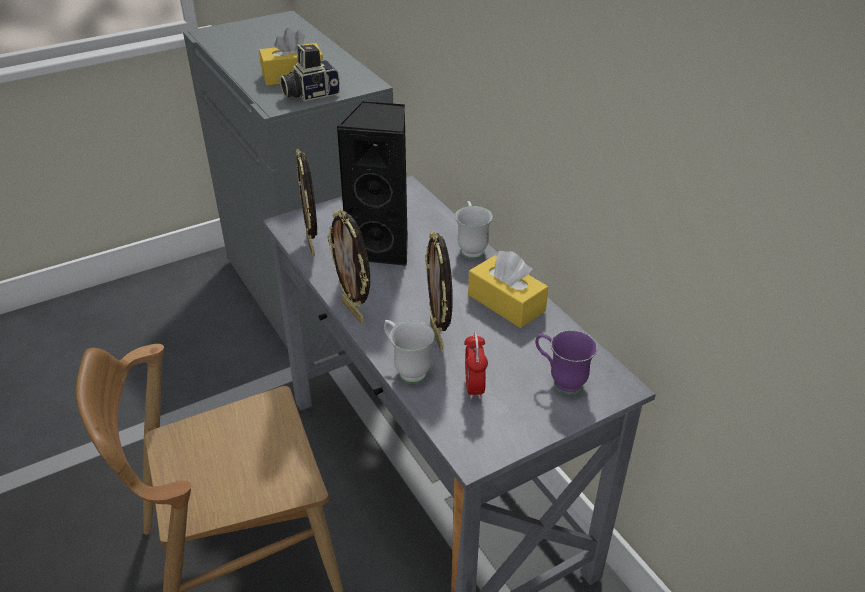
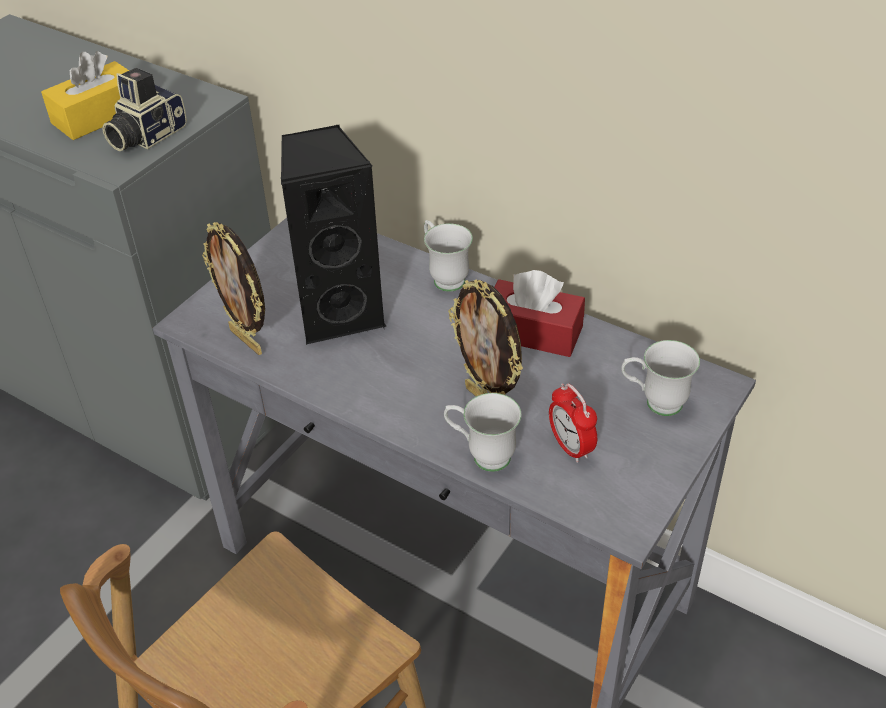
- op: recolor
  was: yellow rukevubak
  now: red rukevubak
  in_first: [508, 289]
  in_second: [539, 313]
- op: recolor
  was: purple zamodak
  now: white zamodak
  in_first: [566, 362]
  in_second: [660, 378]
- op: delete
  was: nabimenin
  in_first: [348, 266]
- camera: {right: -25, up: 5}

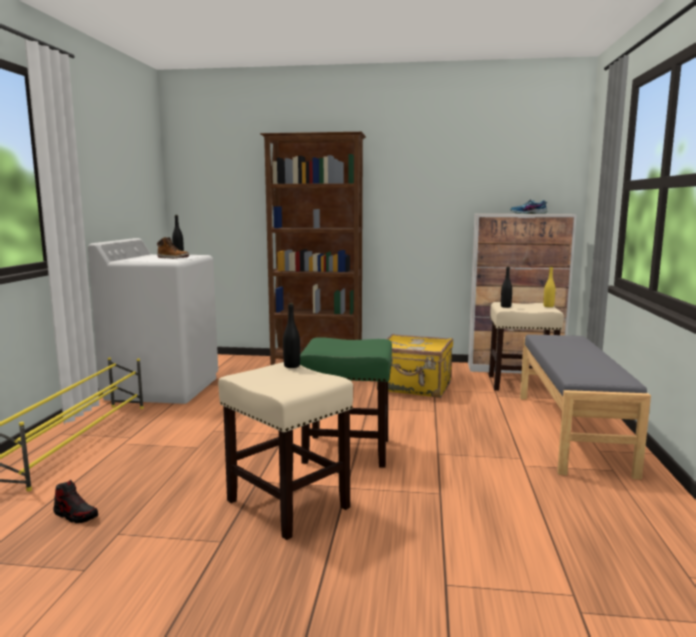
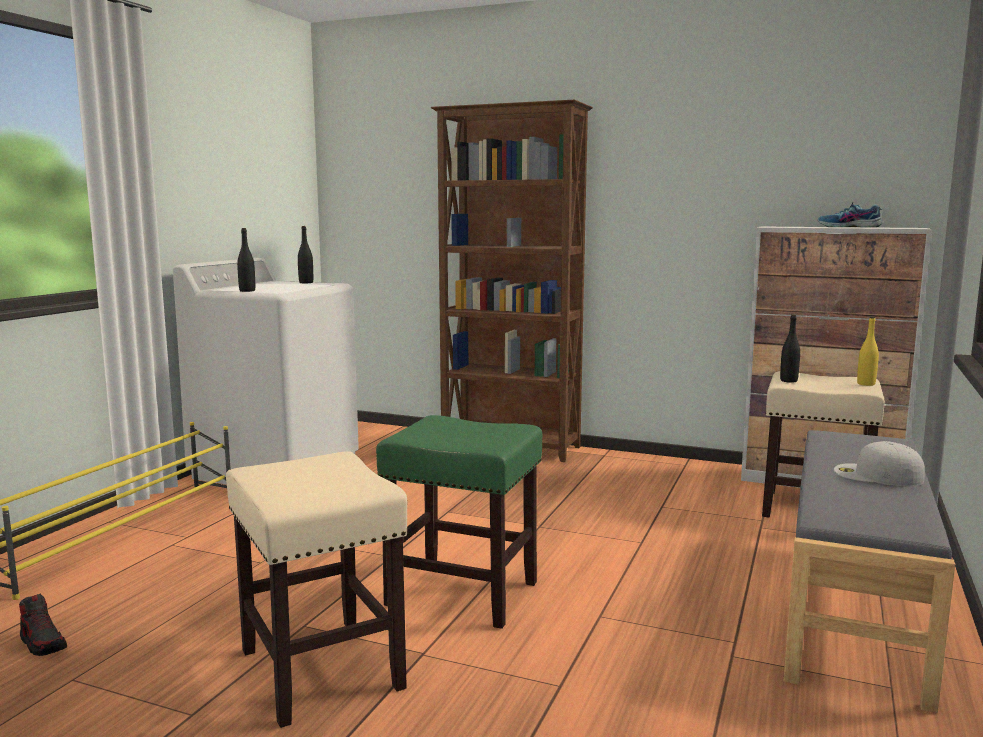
- op: move
  was: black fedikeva
  in_first: [291, 335]
  in_second: [246, 260]
- op: insert
  now: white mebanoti
  in_second: [879, 463]
- op: delete
  was: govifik
  in_first: [173, 248]
- op: delete
  was: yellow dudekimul
  in_first: [415, 366]
- camera: {right: 15, up: 0}

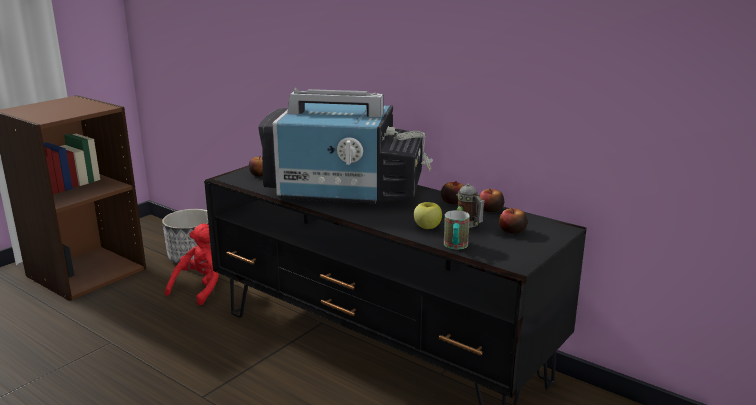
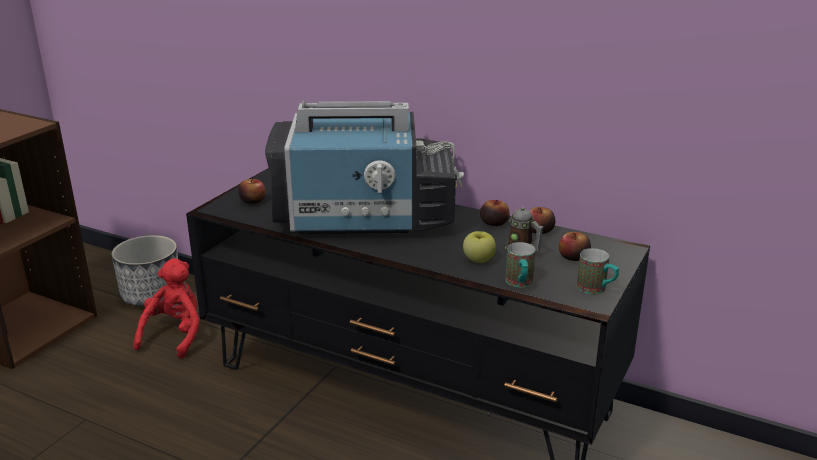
- op: insert
  now: zamodak
  in_second: [598, 271]
- camera: {right: -10, up: 5}

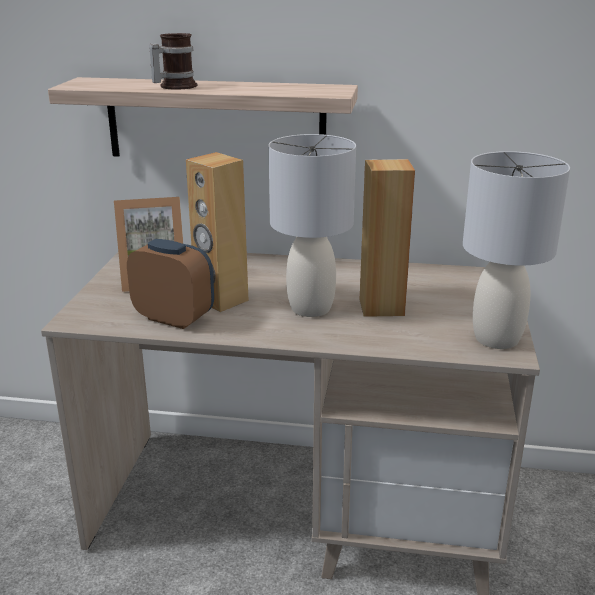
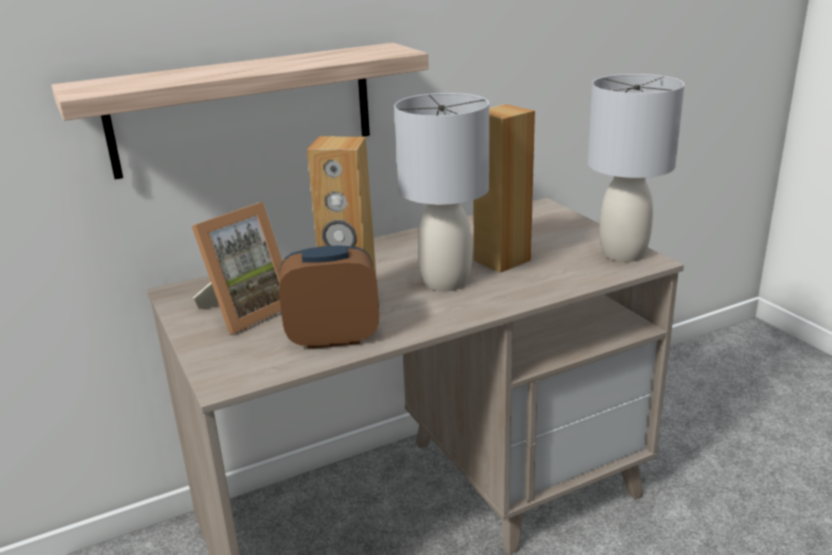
- op: delete
  was: zamodak
  in_first: [173, 61]
- camera: {right: -35, up: 0}

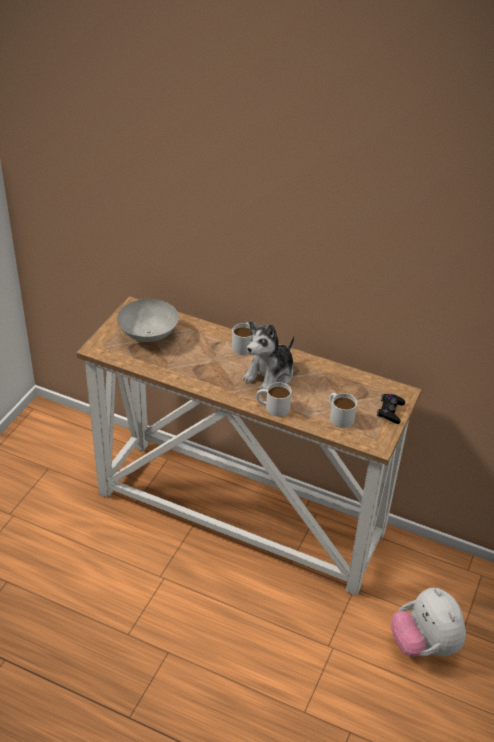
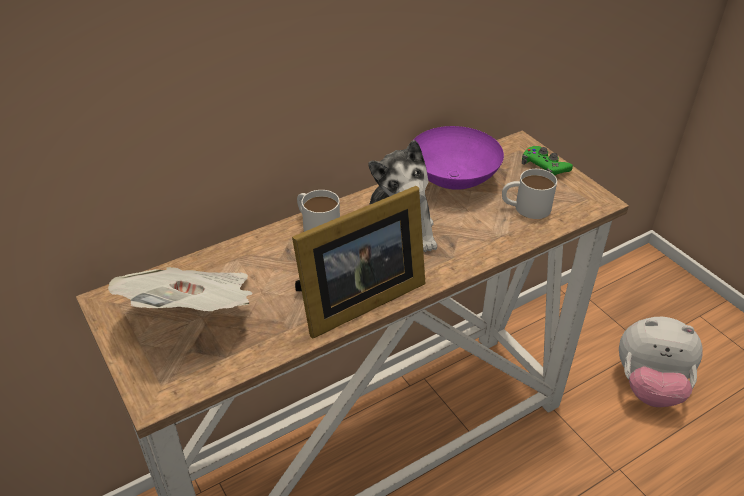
- op: replace
  was: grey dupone
  now: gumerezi
  in_first: [148, 320]
  in_second: [180, 289]
- op: insert
  now: nabimenin
  in_second: [358, 262]
- op: insert
  now: purple dupone
  in_second: [459, 158]
- op: recolor
  was: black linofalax
  now: green linofalax
  in_first: [391, 409]
  in_second: [547, 160]
- op: delete
  was: white zamodak
  in_first: [274, 399]
- camera: {right: -55, up: 0}

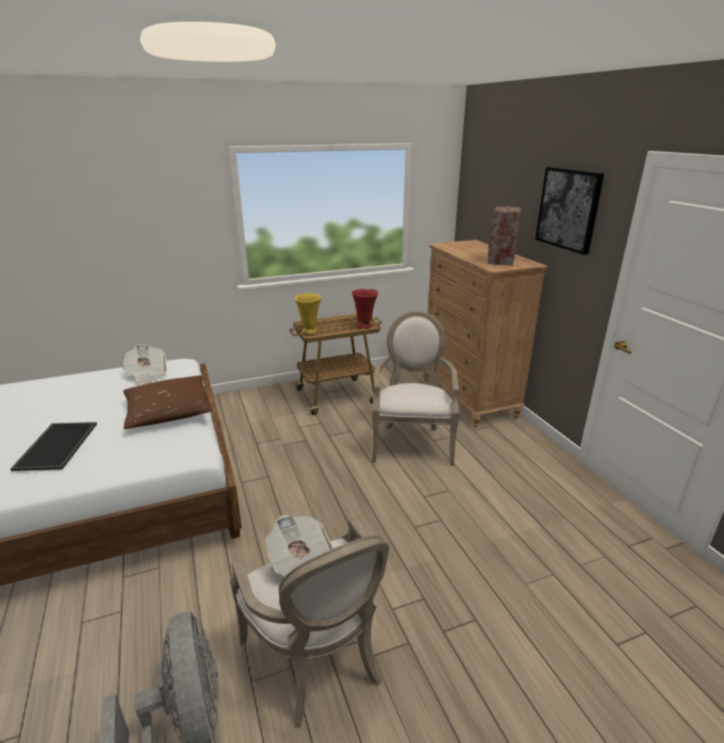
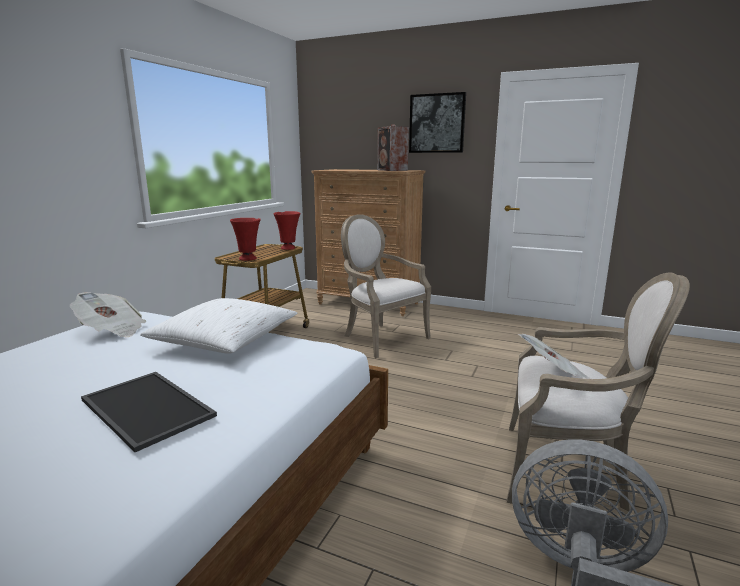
- op: recolor
  was: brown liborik
  now: white liborik
  in_first: [168, 402]
  in_second: [218, 326]
- op: recolor
  was: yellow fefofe
  now: red fefofe
  in_first: [308, 313]
  in_second: [245, 239]
- camera: {right: -45, up: -10}

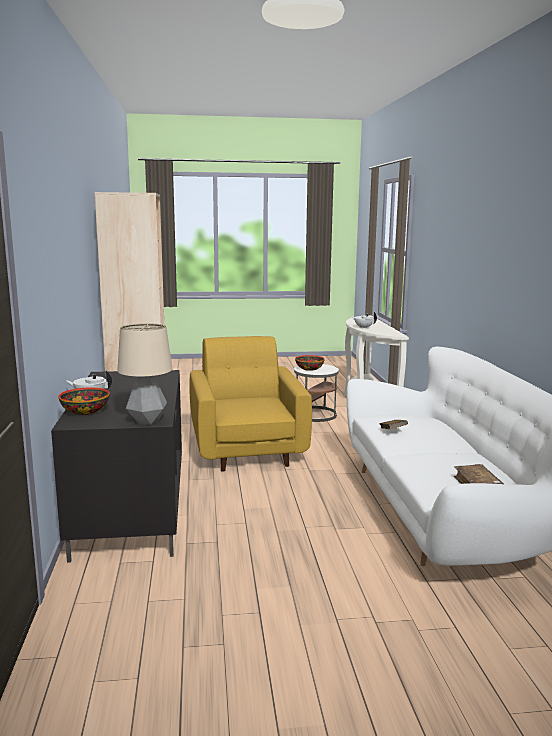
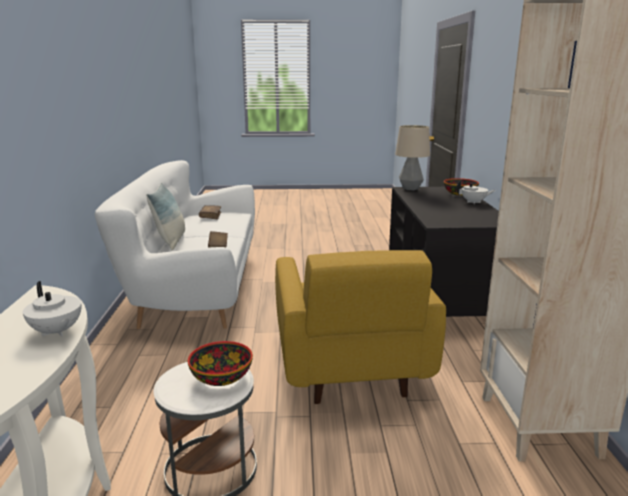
- op: insert
  now: liborik
  in_second: [165, 216]
- camera: {right: -175, up: 5}

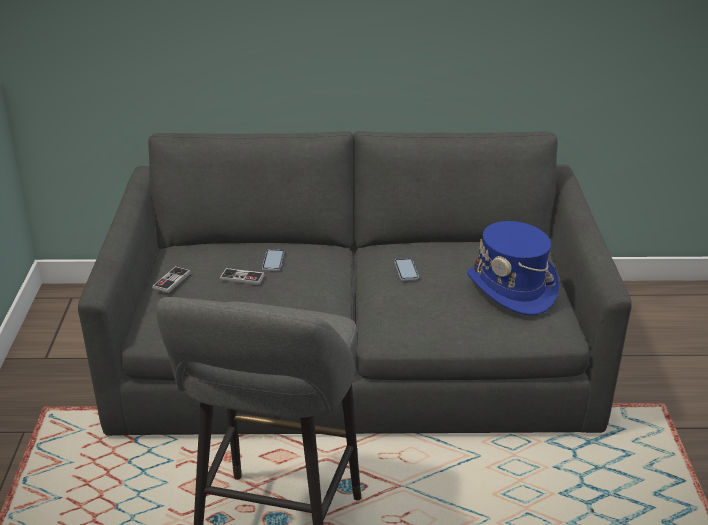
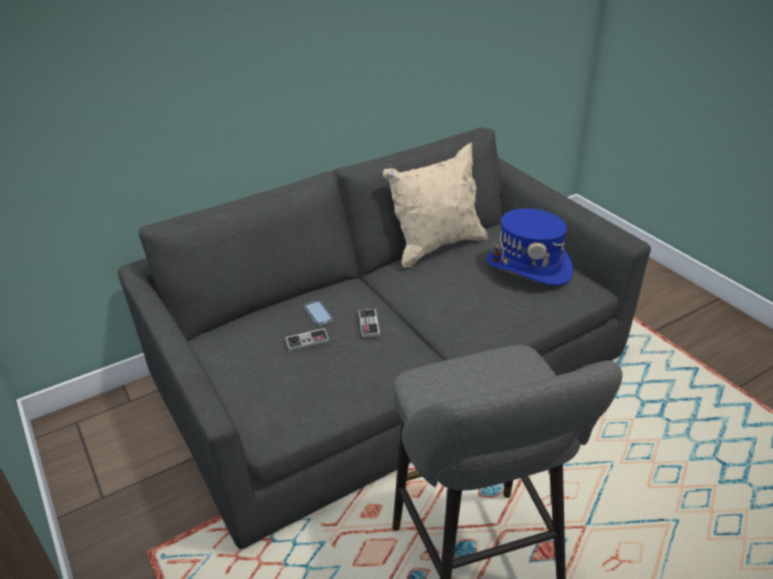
- op: move
  was: linofalax
  in_first: [171, 279]
  in_second: [369, 323]
- op: insert
  now: beige liborik
  in_second: [435, 205]
- op: delete
  was: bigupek
  in_first: [406, 269]
- camera: {right: -30, up: 5}

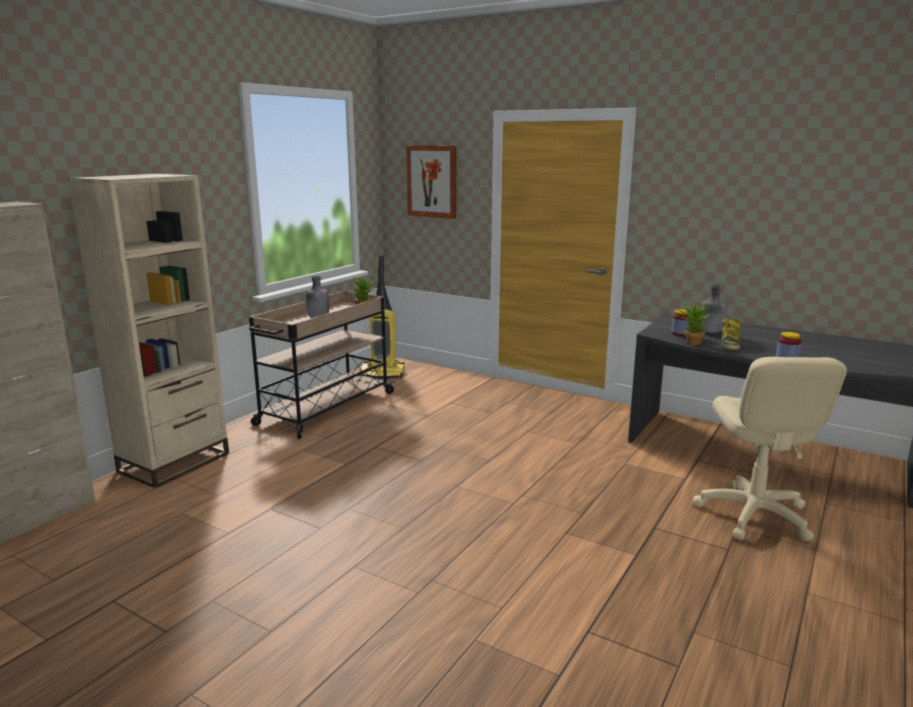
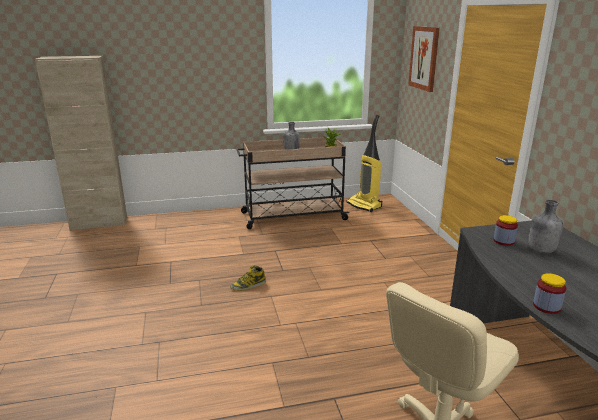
- op: move
  was: govifik
  in_first: [731, 334]
  in_second: [248, 278]
- op: delete
  was: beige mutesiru
  in_first: [148, 331]
- op: delete
  was: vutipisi
  in_first: [694, 322]
- camera: {right: 45, up: 5}

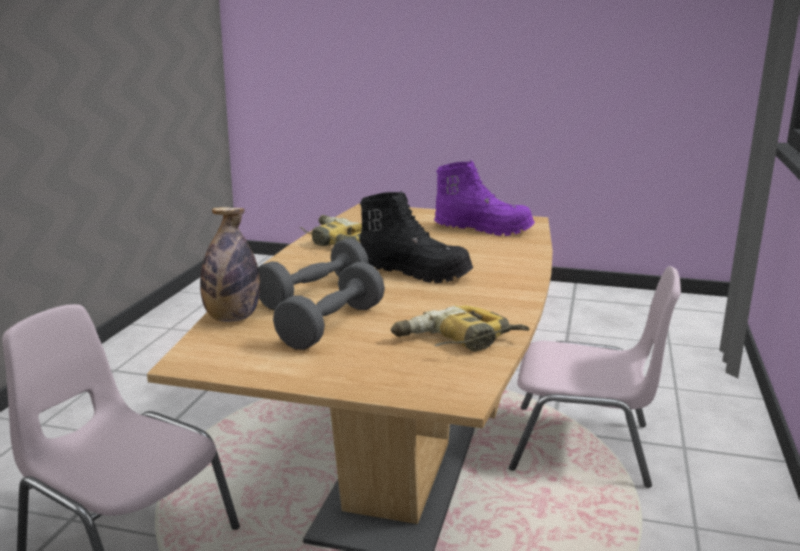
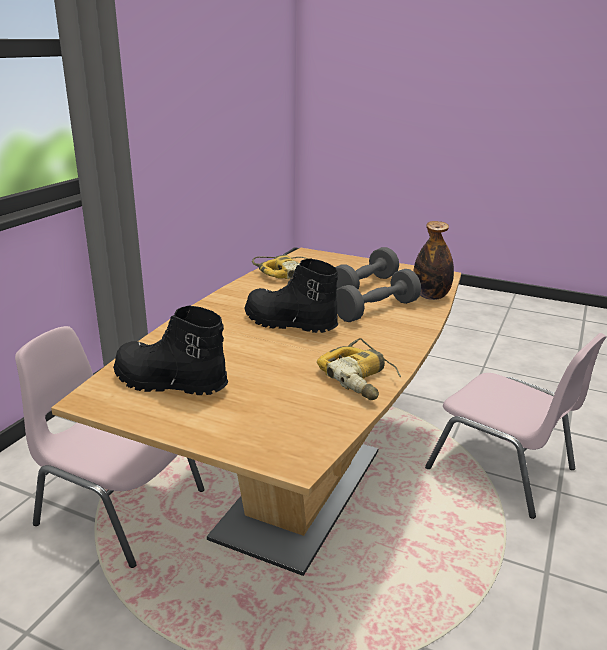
- op: recolor
  was: purple govifik
  now: black govifik
  in_first: [484, 198]
  in_second: [170, 350]
- camera: {right: -170, up: 5}

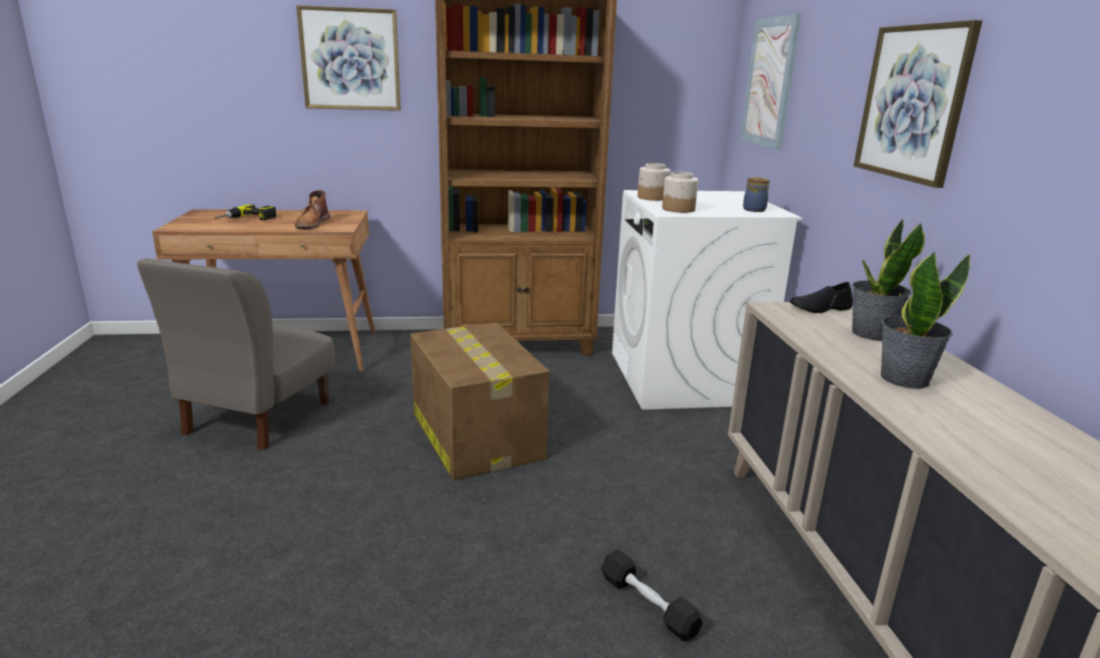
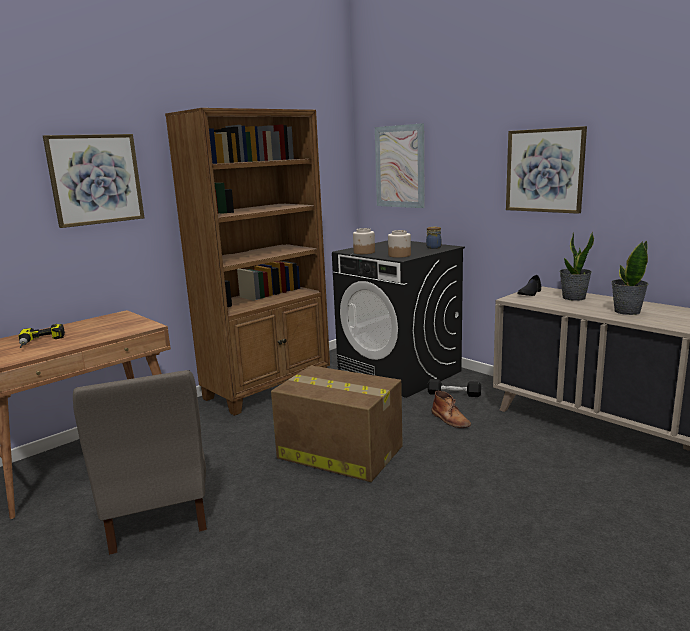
- op: recolor
  was: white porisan
  now: black porisan
  in_first: [707, 300]
  in_second: [398, 319]
- op: move
  was: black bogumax
  in_first: [652, 595]
  in_second: [454, 388]
- op: move
  was: brown govifik
  in_first: [312, 209]
  in_second: [451, 409]
- camera: {right: -35, up: -5}

